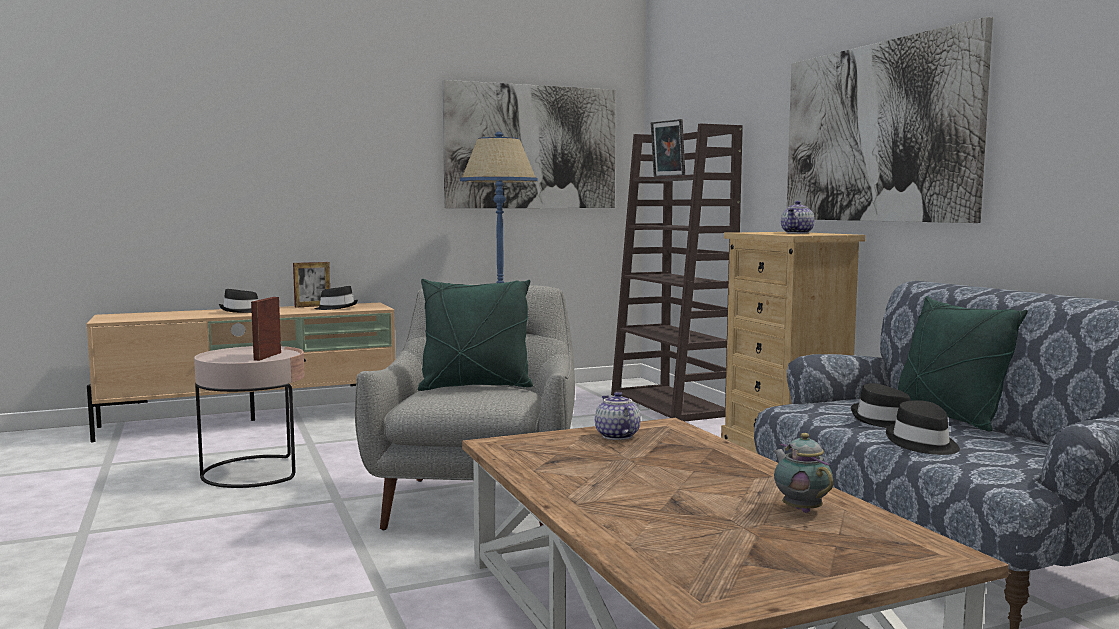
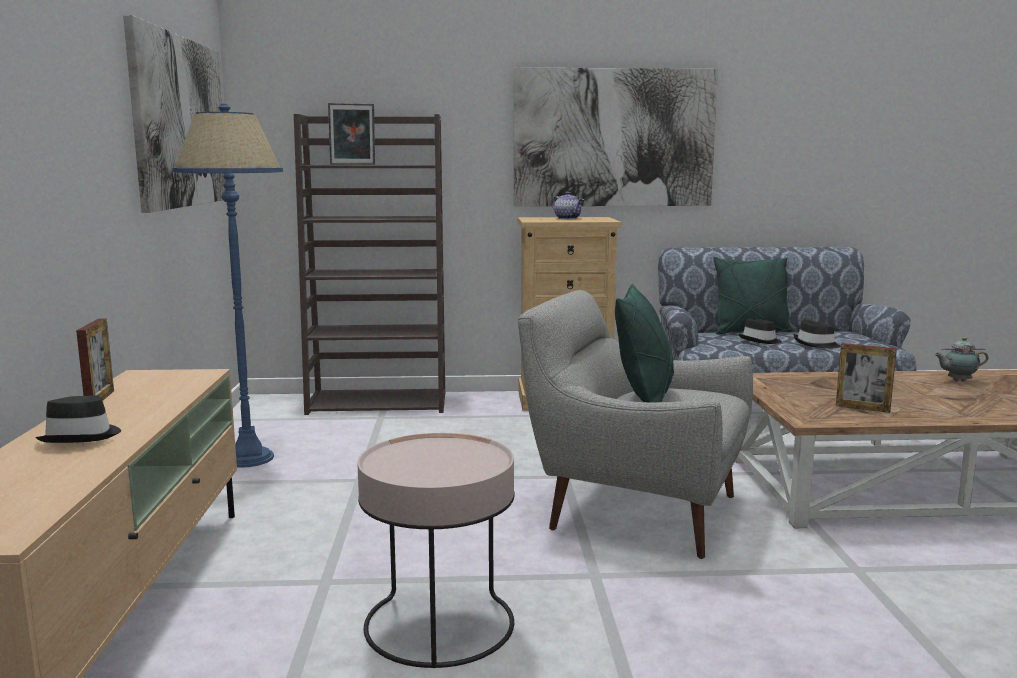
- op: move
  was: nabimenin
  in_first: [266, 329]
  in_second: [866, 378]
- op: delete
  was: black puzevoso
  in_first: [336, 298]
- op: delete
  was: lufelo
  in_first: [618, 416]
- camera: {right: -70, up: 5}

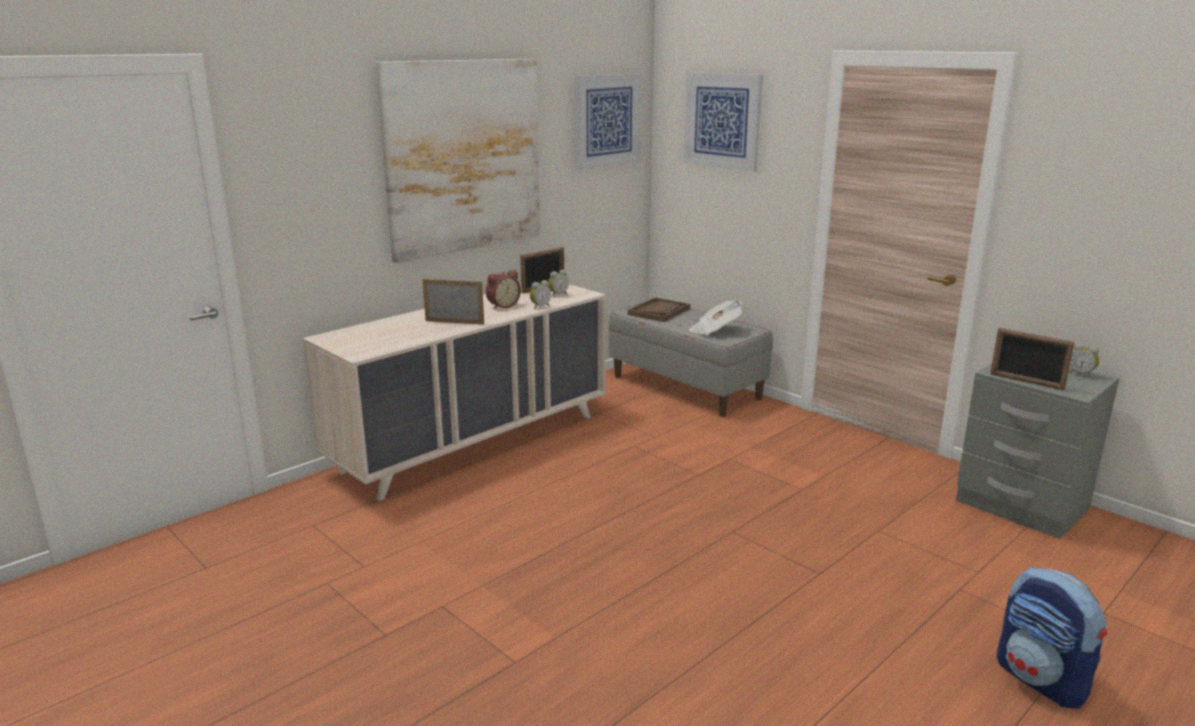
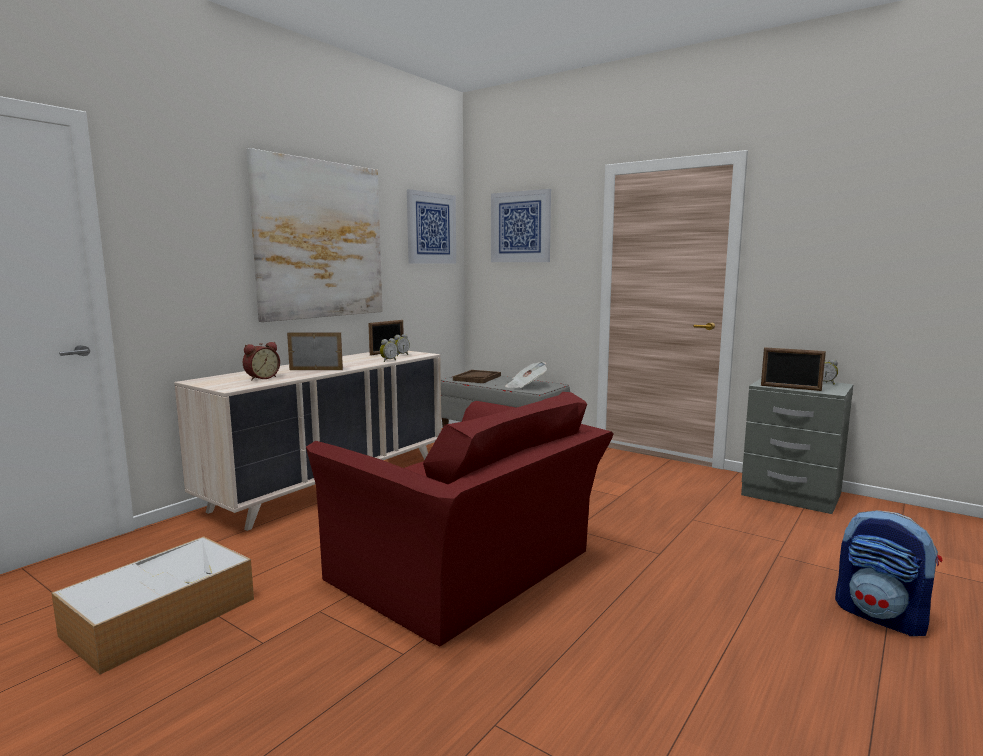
- op: insert
  now: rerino
  in_second: [152, 605]
- op: move
  was: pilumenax
  in_first: [503, 289]
  in_second: [261, 361]
- op: insert
  now: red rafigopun
  in_second: [460, 519]
- camera: {right: -10, up: -10}

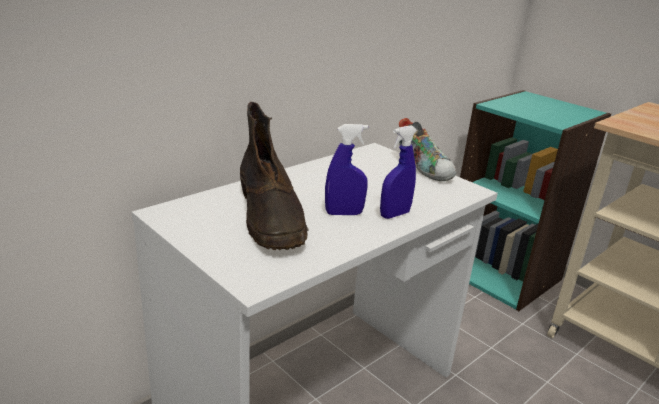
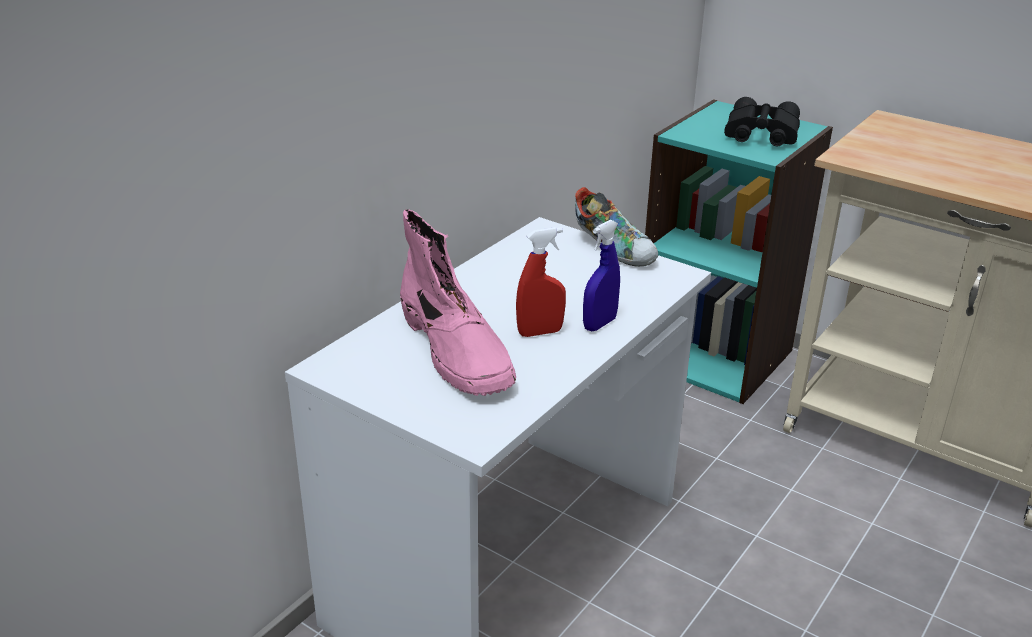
- op: recolor
  was: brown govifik
  now: pink govifik
  in_first: [274, 176]
  in_second: [458, 302]
- op: recolor
  was: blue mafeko
  now: red mafeko
  in_first: [346, 169]
  in_second: [541, 282]
- op: insert
  now: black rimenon
  in_second: [762, 121]
- camera: {right: -10, up: 5}

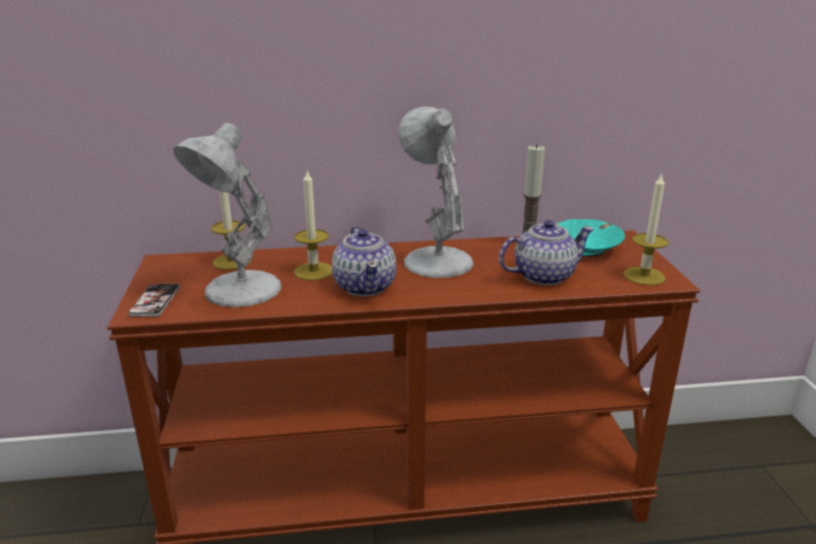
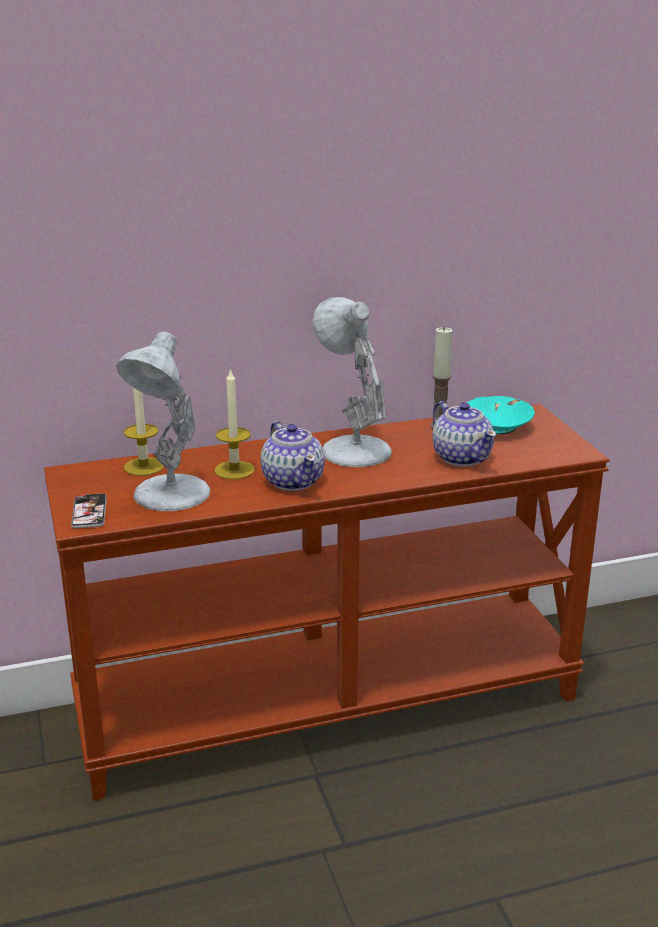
- op: rotate
  was: lufelo
  in_first: [546, 252]
  in_second: [464, 433]
  clockwise: 90
- op: delete
  was: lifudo
  in_first: [646, 228]
- camera: {right: -10, up: 0}

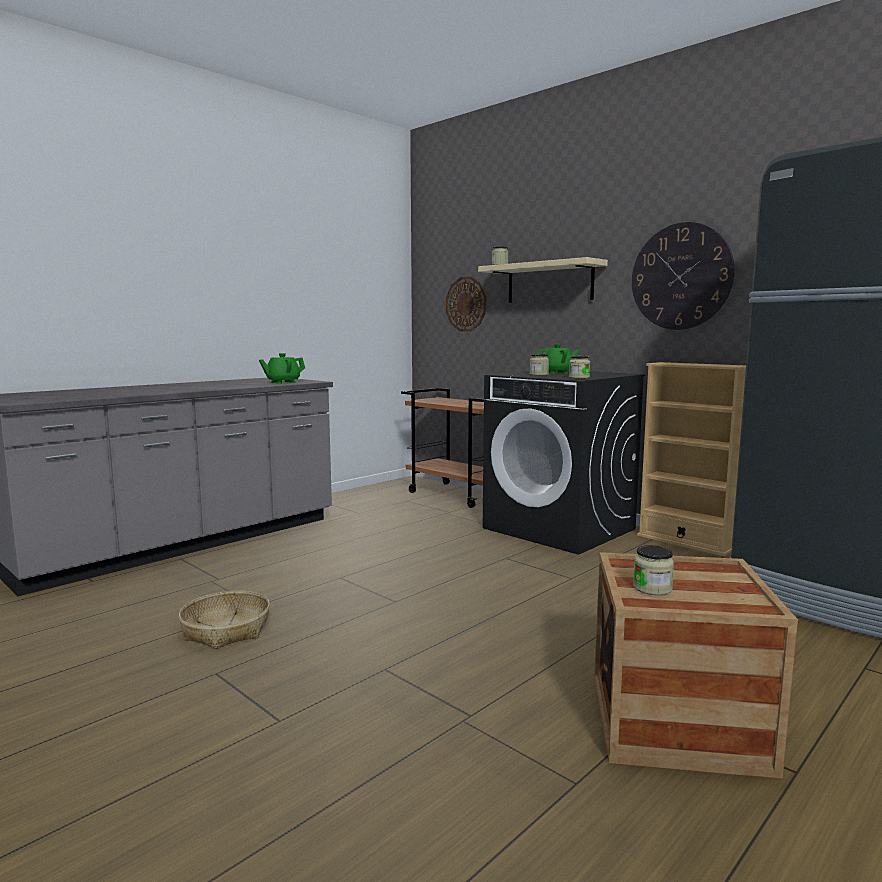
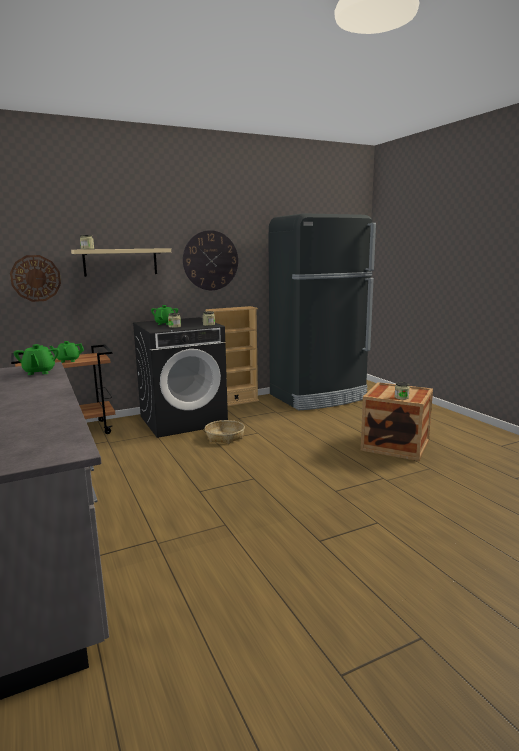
- op: insert
  now: green lufelo
  in_second: [66, 352]
- op: move
  was: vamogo
  in_first: [224, 620]
  in_second: [225, 432]
- camera: {right: -70, up: 5}

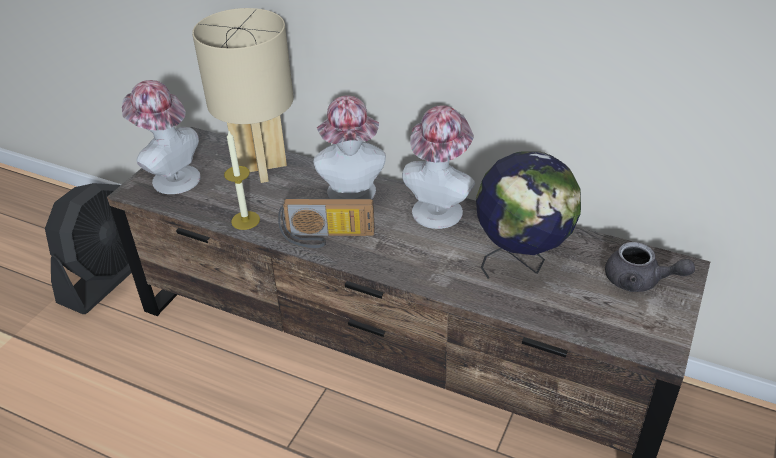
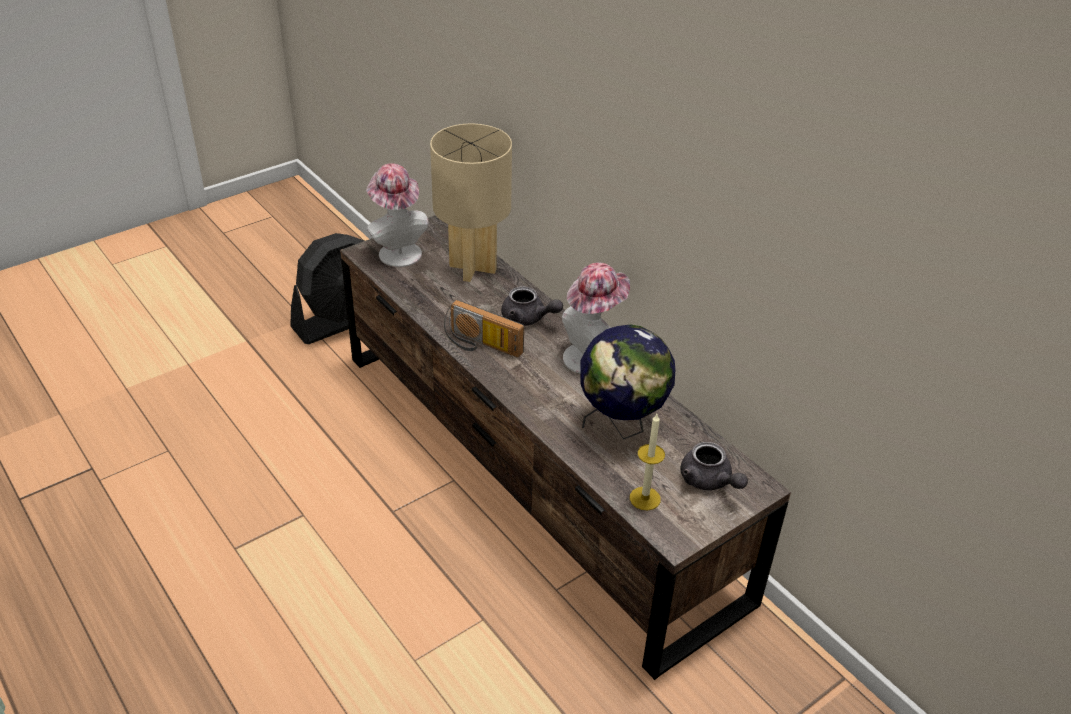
- op: replace
  was: puzevoso
  now: grey lufelo
  in_first: [349, 147]
  in_second: [532, 306]
- op: move
  was: lifudo
  in_first: [242, 180]
  in_second: [647, 462]
- camera: {right: 25, up: 0}

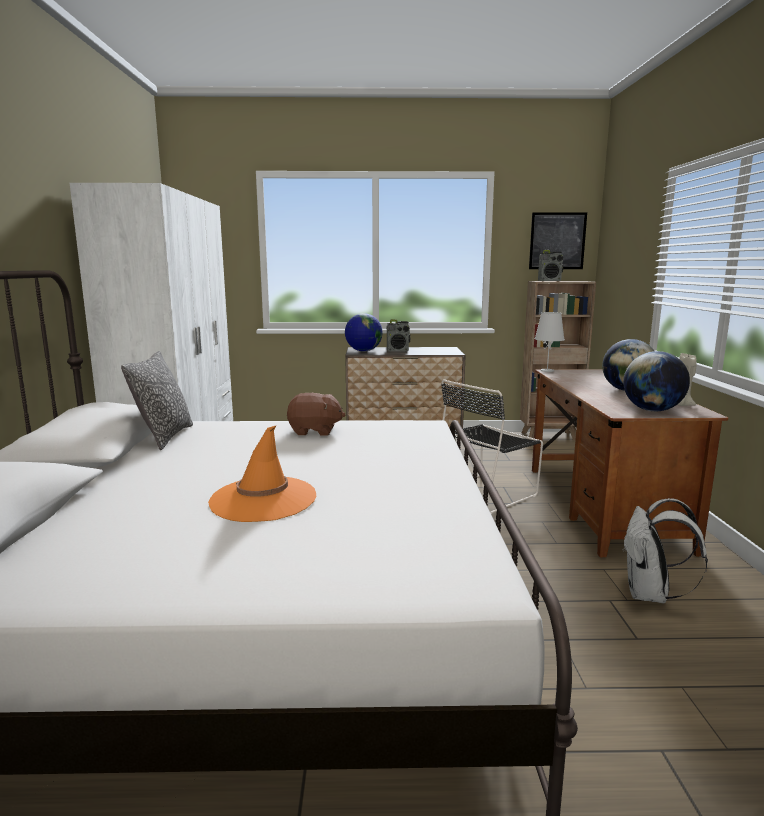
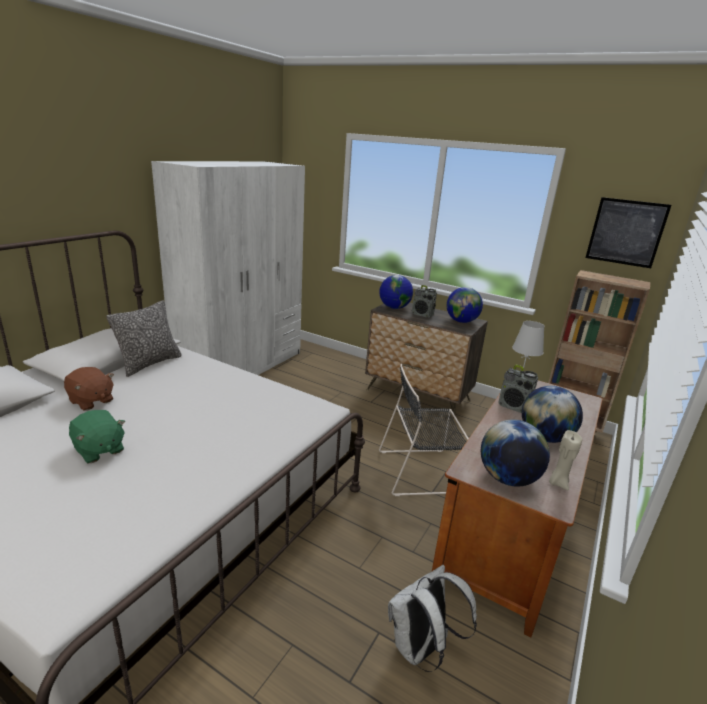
- op: move
  was: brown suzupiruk
  in_first: [316, 414]
  in_second: [89, 389]
- op: replace
  was: orange puzevoso
  now: green suzupiruk
  in_first: [262, 474]
  in_second: [97, 436]
- op: insert
  now: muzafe
  in_second: [465, 305]
- op: move
  was: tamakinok
  in_first: [550, 265]
  in_second: [518, 389]
- camera: {right: 30, up: 10}

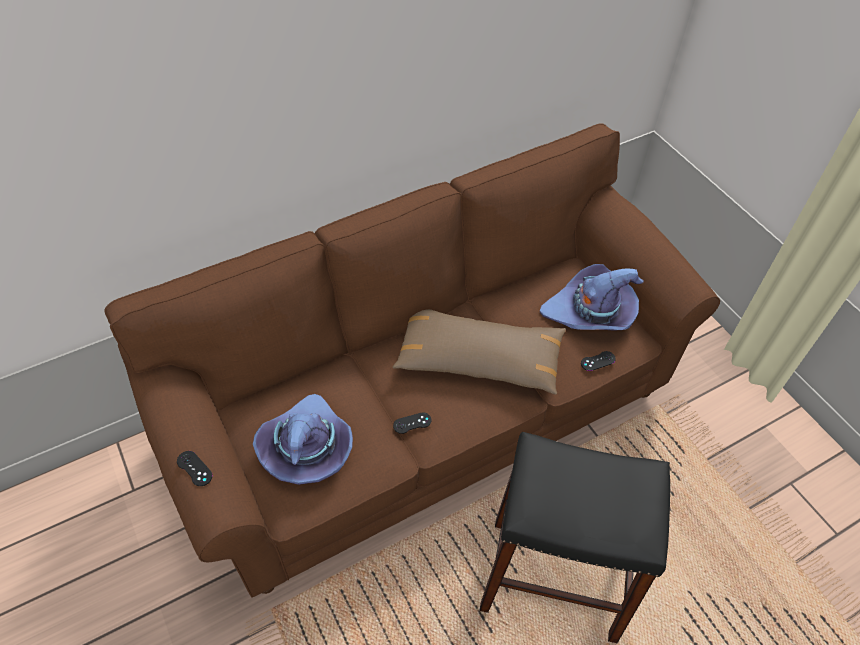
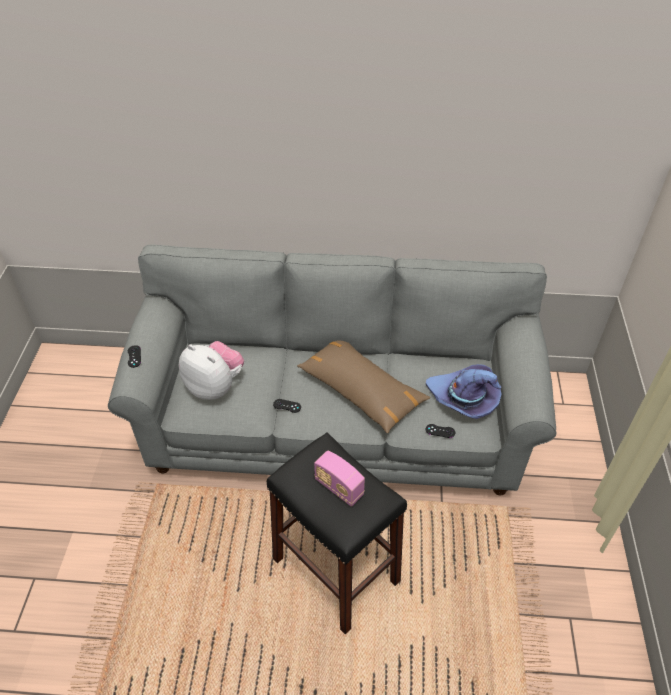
- op: recolor
  was: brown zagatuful
  now: grey zagatuful
  in_first: [412, 360]
  in_second: [332, 369]
- op: replace
  was: purple puzevoso
  now: suzupiruk
  in_first: [303, 439]
  in_second: [211, 370]
- op: insert
  now: tamakinok
  in_second: [339, 479]
- camera: {right: 35, up: -5}

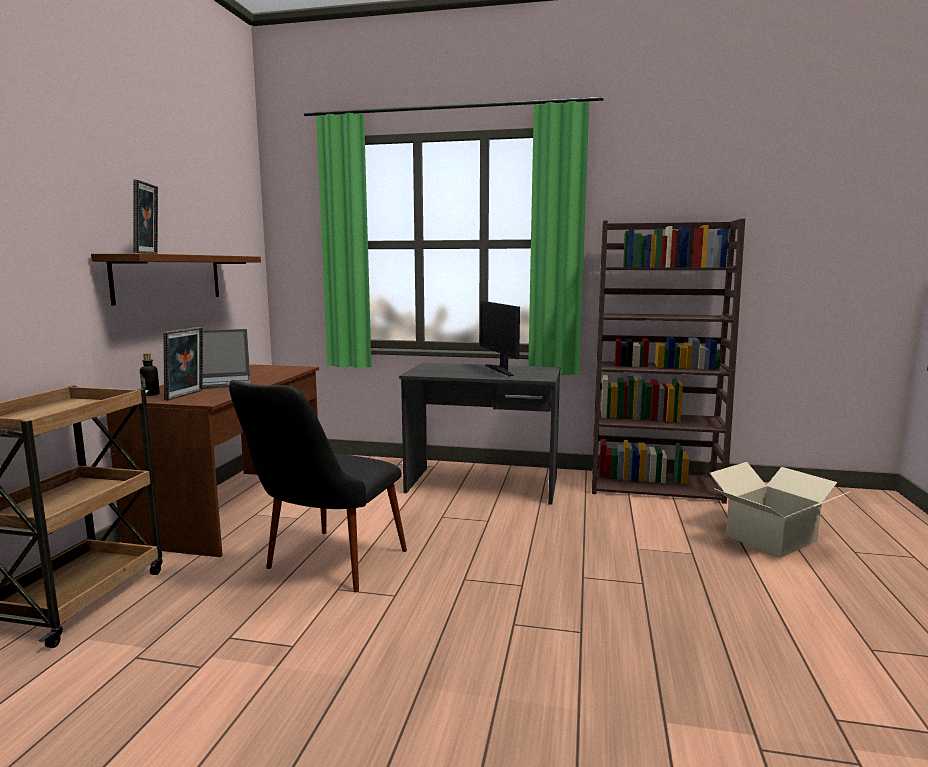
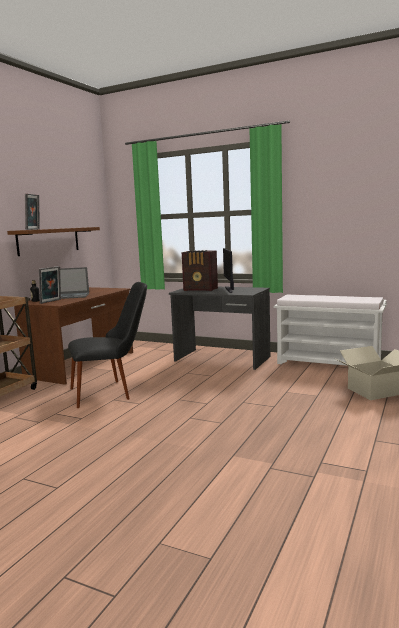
- op: rotate
  was: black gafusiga
  in_first: [318, 486]
  in_second: [107, 345]
  clockwise: -150
- op: insert
  now: tamakinok
  in_second: [200, 270]
- op: replace
  was: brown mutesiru
  now: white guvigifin
  in_first: [668, 361]
  in_second: [330, 330]
- camera: {right: 15, up: 0}

